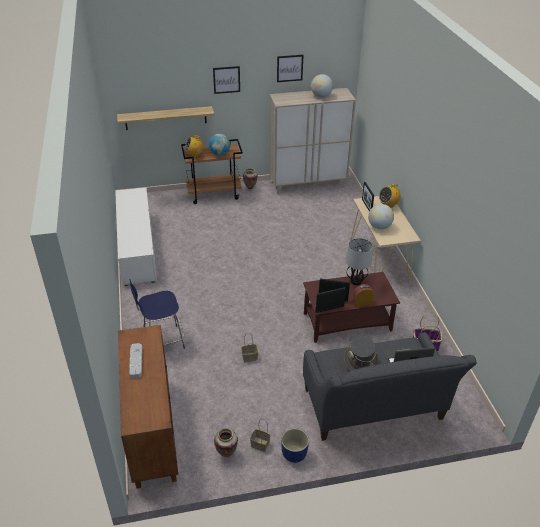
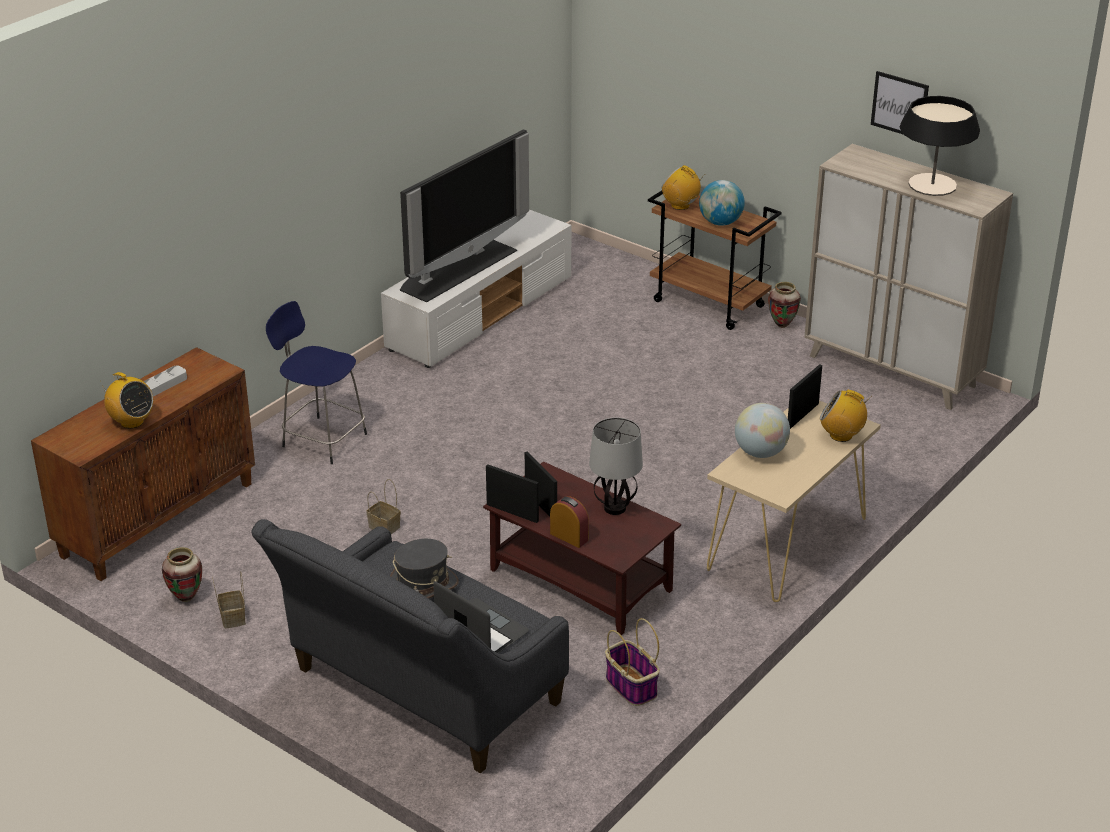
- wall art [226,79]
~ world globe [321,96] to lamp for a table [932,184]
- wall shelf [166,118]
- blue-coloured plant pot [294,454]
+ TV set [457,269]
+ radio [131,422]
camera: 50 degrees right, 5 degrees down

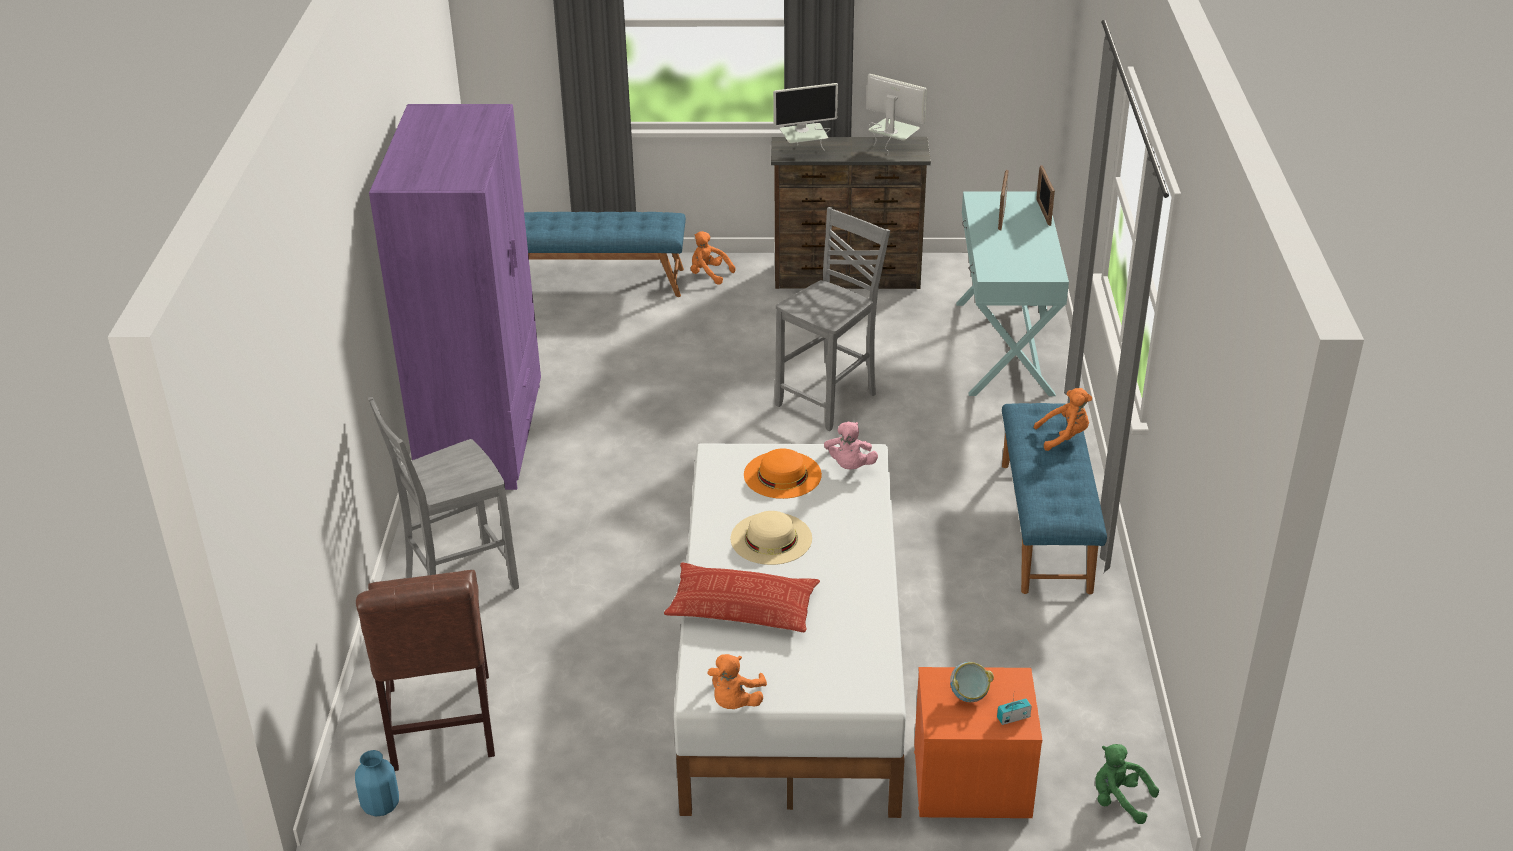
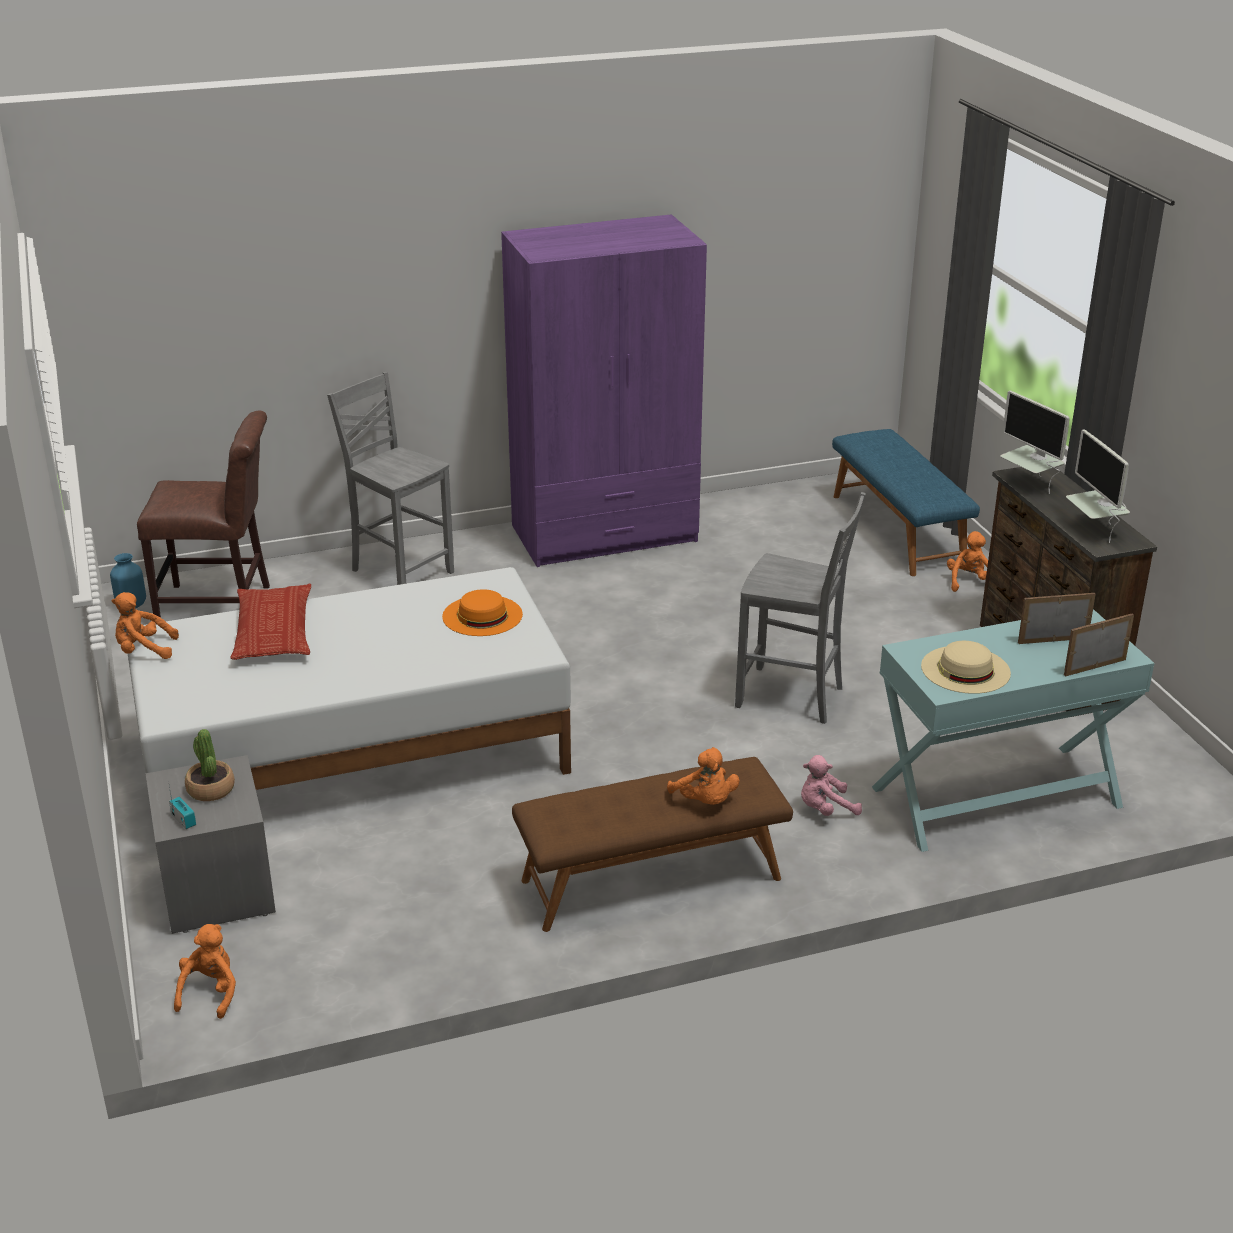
~ monitor [892,150] = [1095,530] 150 degrees clockwise
~ blue-coloured long seat [1046,526] to brownish long seat [651,880]
~ pinkish plush toy [850,466] to [825,809]
~ beige wearable hat [771,538] to [965,669]
~ brownish plain chair [440,728] = [221,607] 150 degrees counterclockwise
~ deep dish [969,696] to potted plant [210,789]
~ orangey nightstand [970,782] to grey nightstand [215,887]
~ green-coloured plush toy [1119,800] to orangey plush toy [210,992]
camera: 70 degrees right, 5 degrees down

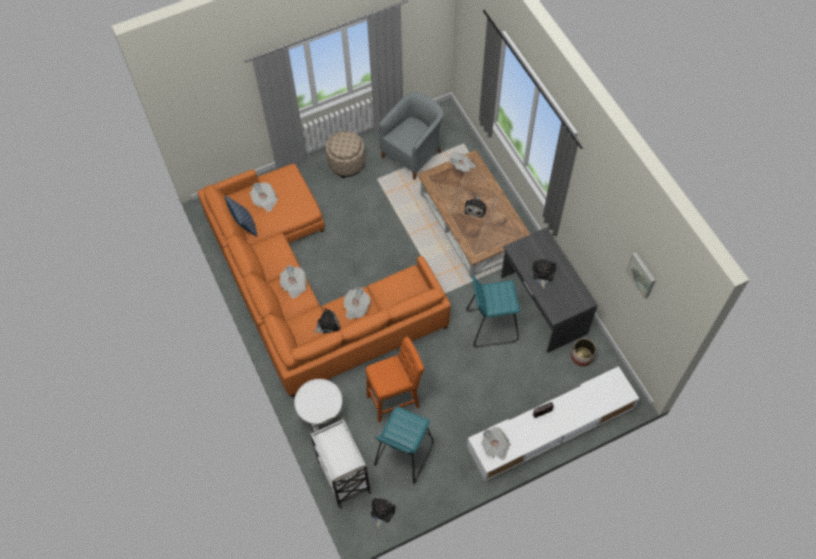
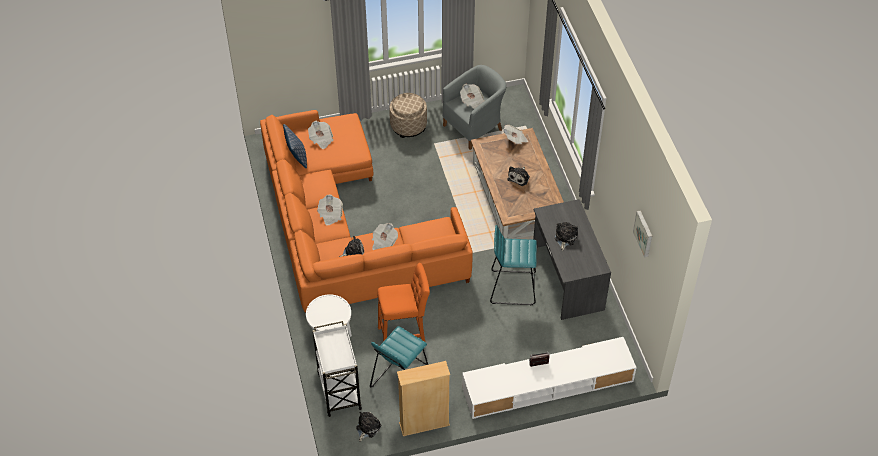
- plant pot [582,356]
~ daily paper [495,446] to [472,101]
+ beige bookshelf [424,424]
camera: 10 degrees right, 10 degrees down

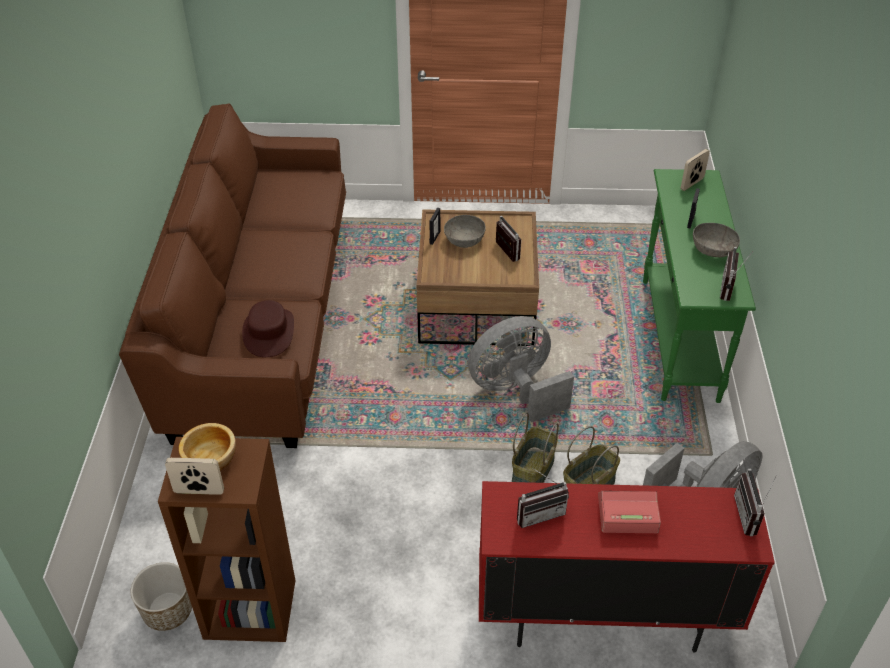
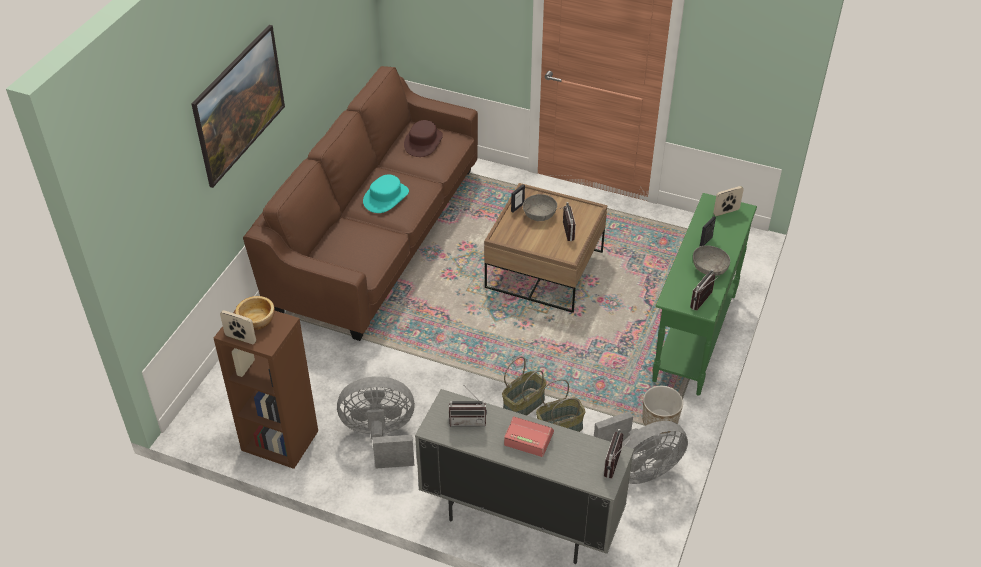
~ brownish wearable hat [269,332] to [423,142]
~ grey electric fan [516,391] to [381,437]
~ reddish cupboard [602,617] to grey cupboard [520,520]
~ plant pot [168,611] to [659,421]
+ wall art [243,125]
+ blue-green wearable hat [386,197]
camera: 20 degrees right, 0 degrees up

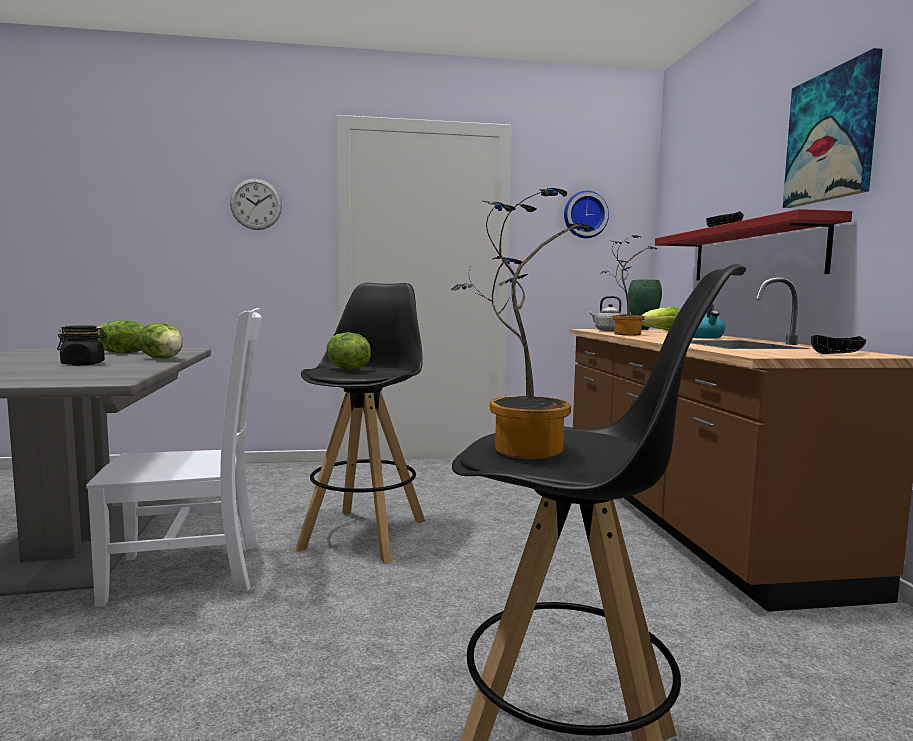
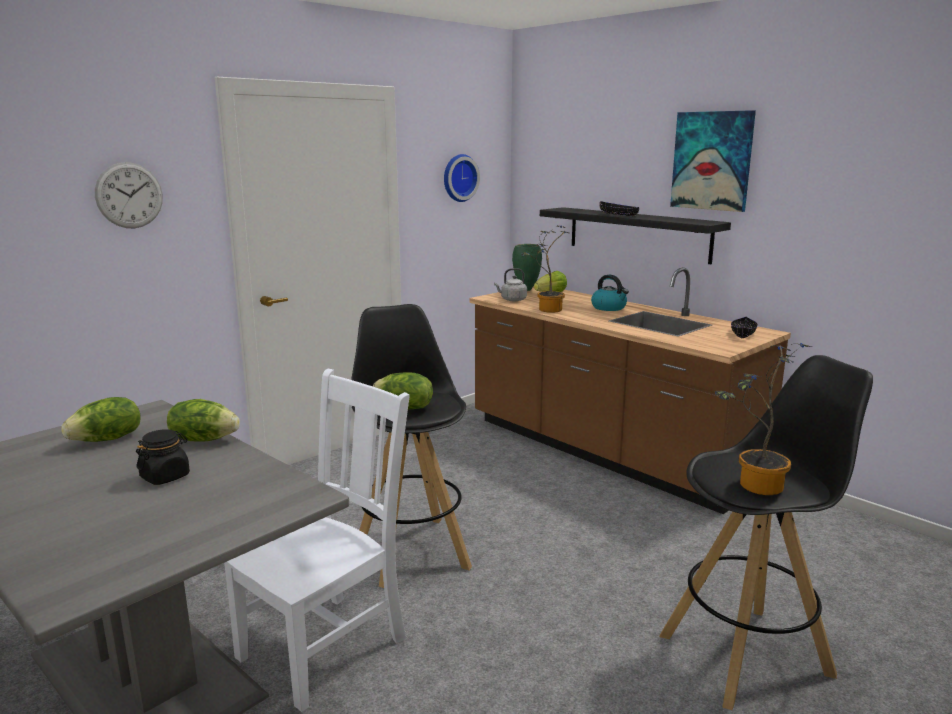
~ reddish wall shelf [754,252] to blackish wall shelf [637,234]
camera: 35 degrees left, 10 degrees up

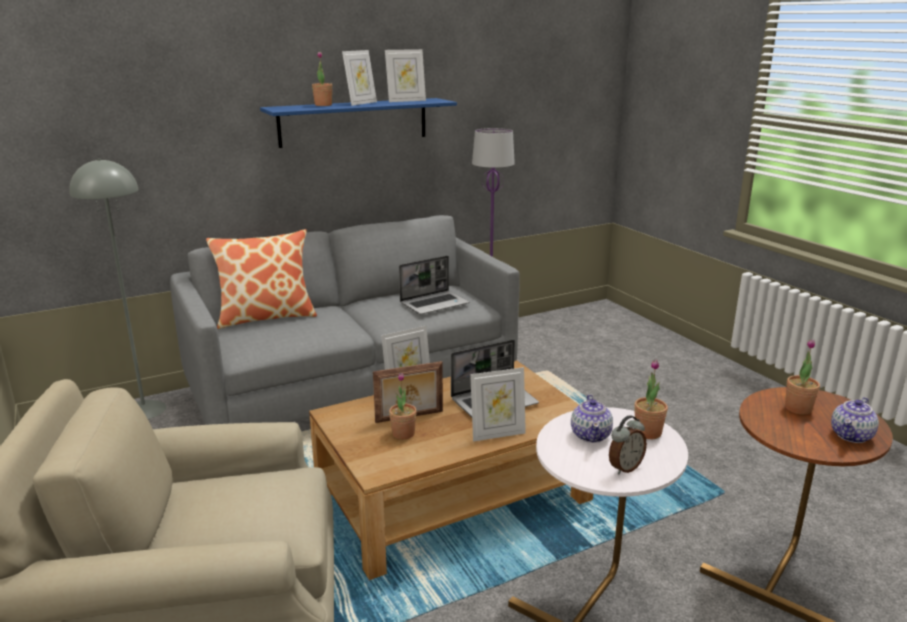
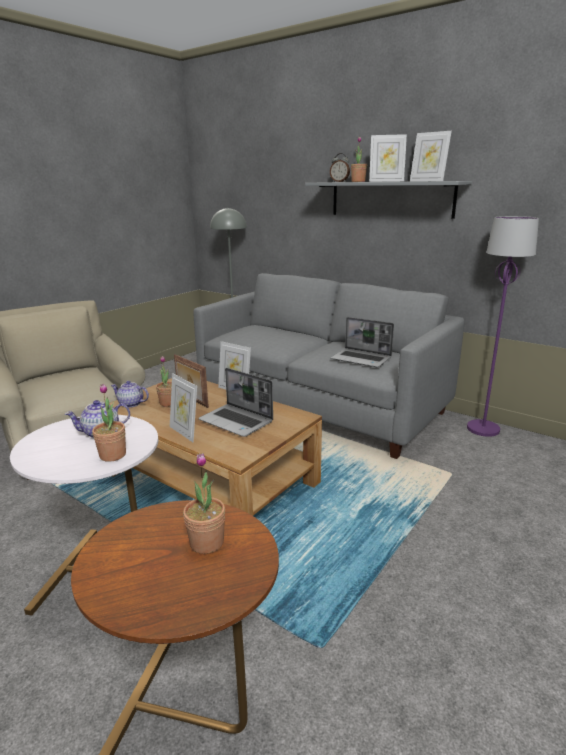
~ blue-coloured wall shelf [354,122] to grey wall shelf [390,199]
- pillow [266,317]
~ pot for tea [851,436] to [130,404]
~ alarm clock [624,467] to [339,182]
camera: 65 degrees right, 0 degrees up

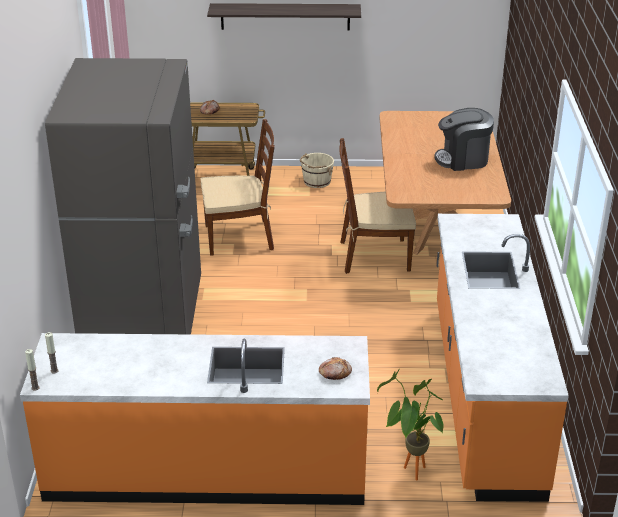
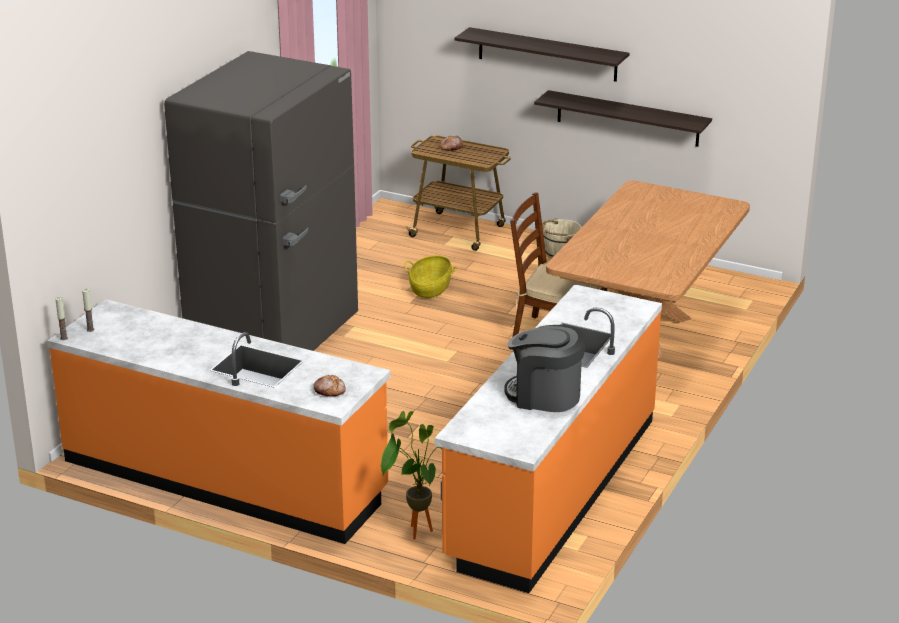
~ coffee machine [463,159] to [544,395]
~ brownish plain chair [240,237] to storage basket [430,288]
+ wall shelf [627,118]
camera: 25 degrees right, 5 degrees down

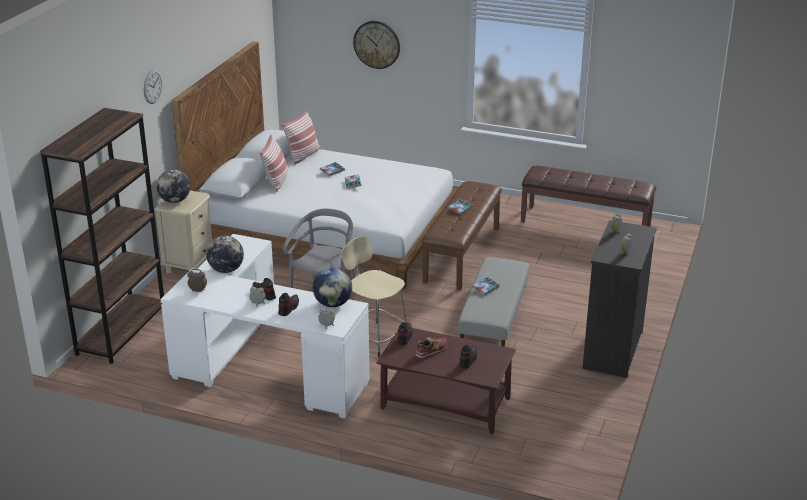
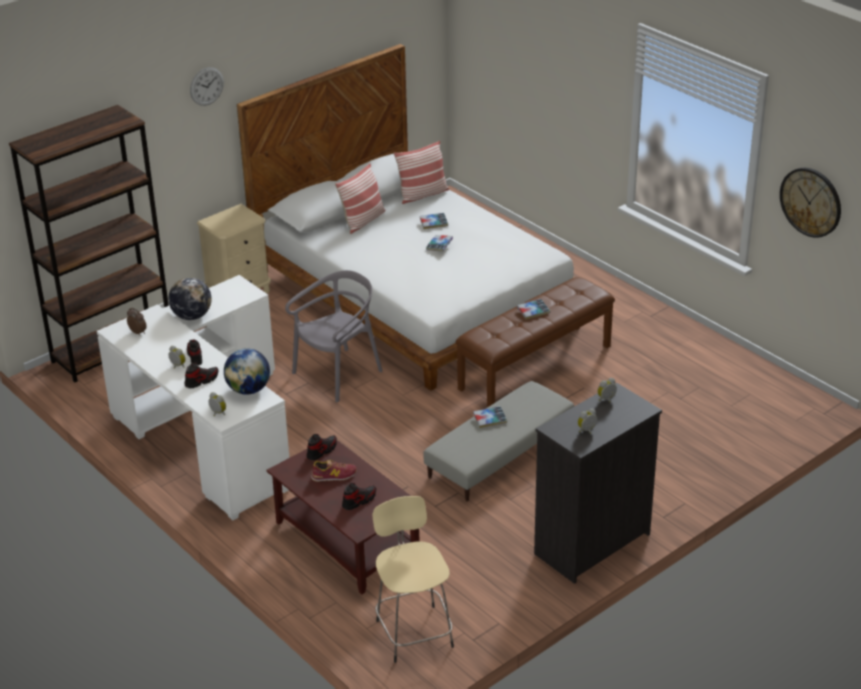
~ clock on the wall [377,44] to [811,202]
- brownish long seat [585,224]
- world globe [175,201]
~ beige stool seat [376,338] to [413,631]
camera: 30 degrees right, 5 degrees up

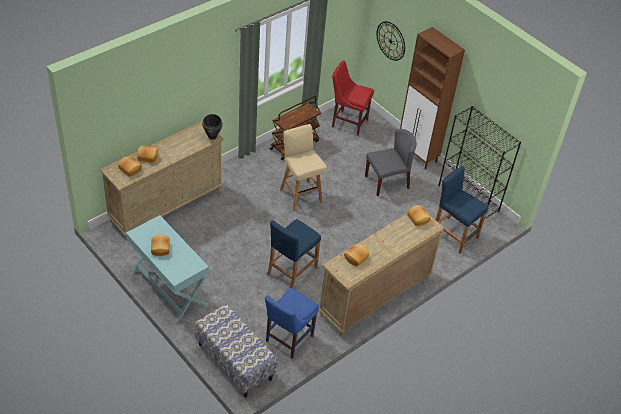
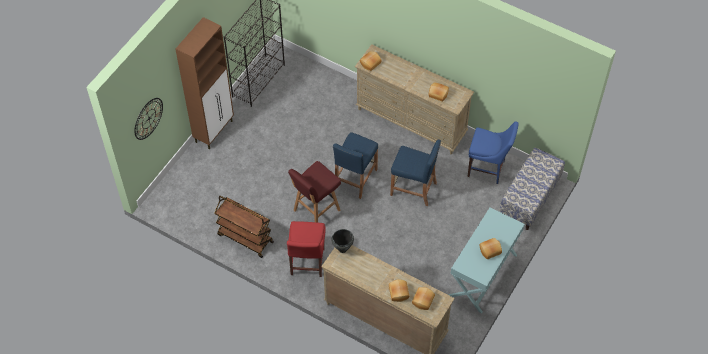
~ reddish plain chair [348,122] to [307,263]
~ beige stool seat [300,195] to reddish stool seat [315,211]
- grey plain chair [387,182]
~ blue-coloured stool seat [454,234] to [355,178]
camera: 105 degrees left, 10 degrees up

